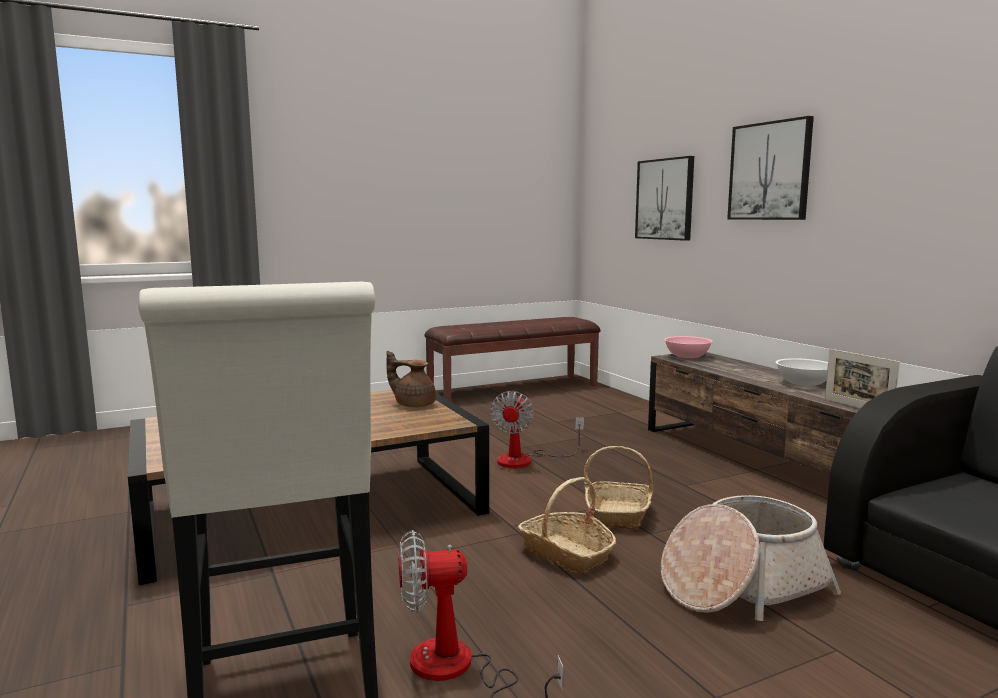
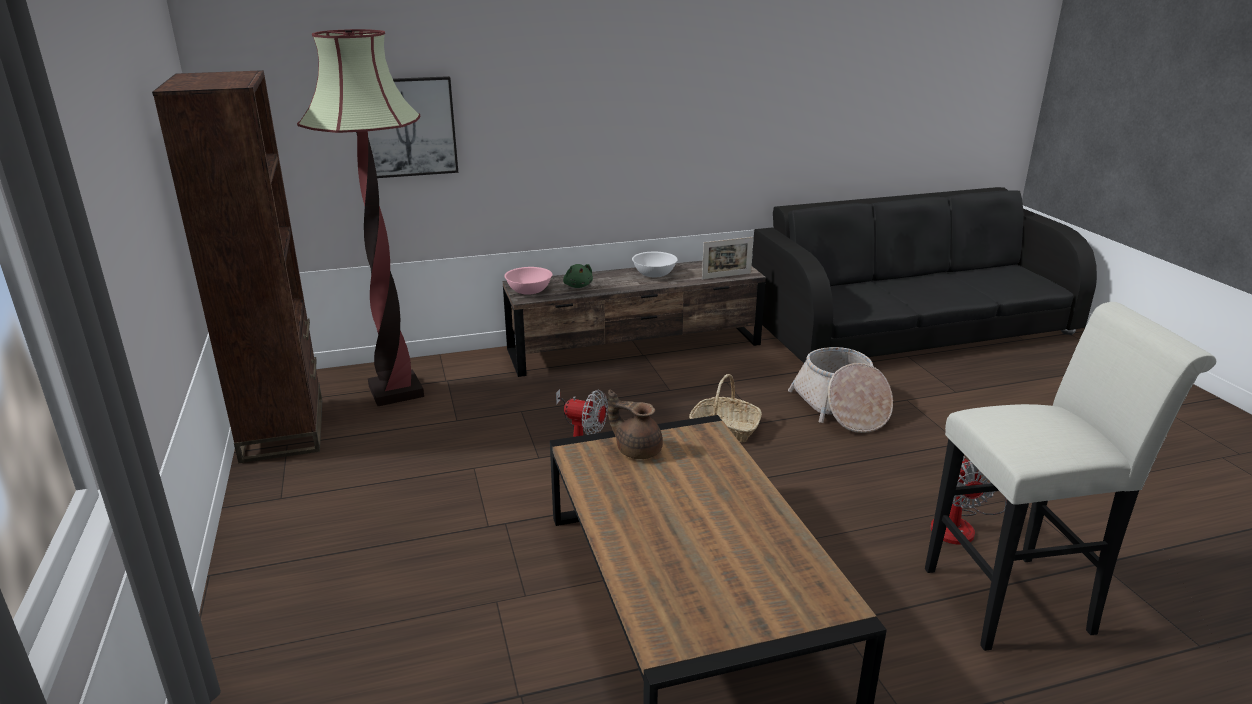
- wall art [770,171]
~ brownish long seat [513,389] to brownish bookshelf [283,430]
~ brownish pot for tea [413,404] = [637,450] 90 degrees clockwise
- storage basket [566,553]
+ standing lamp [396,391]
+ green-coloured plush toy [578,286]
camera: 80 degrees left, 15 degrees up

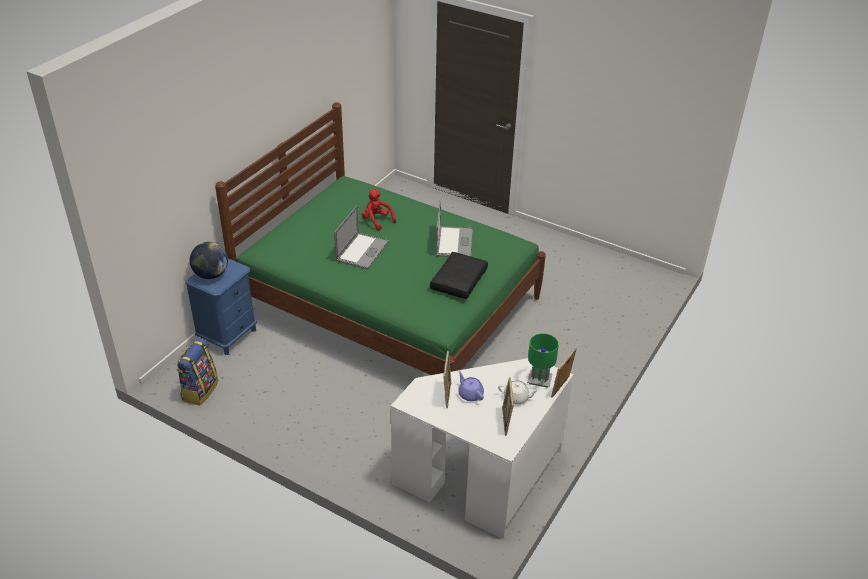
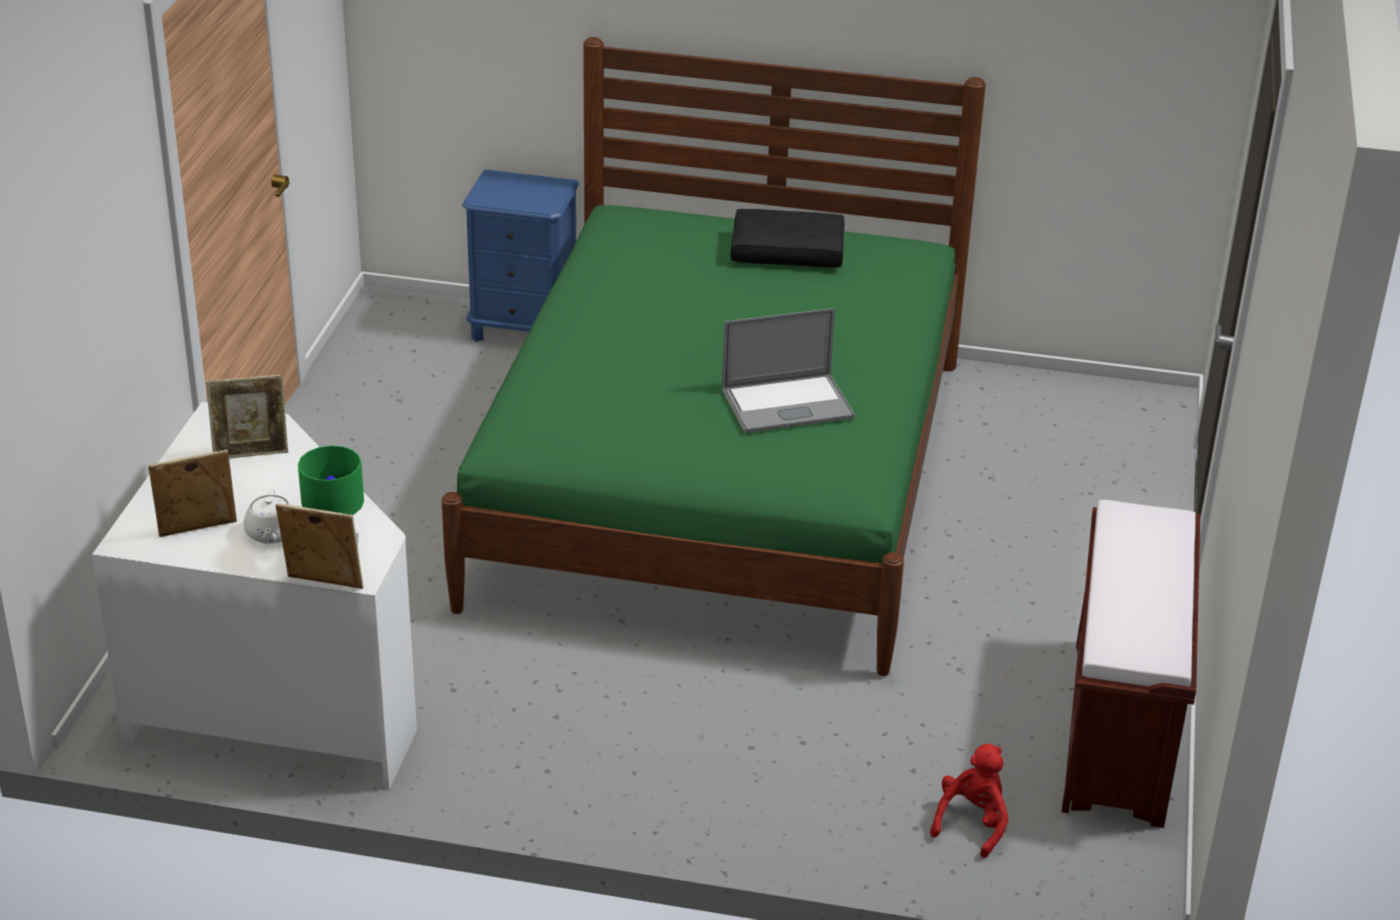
~ reddish plush toy [377,220] to [972,823]
- laptop [362,251]
- world globe [211,275]
~ blackish pillow [458,280] to [788,251]
- knapsack [199,390]
- purple-coloured pot for tea [470,394]
+ brownish long seat [1119,732]
camera: 70 degrees right, 5 degrees down

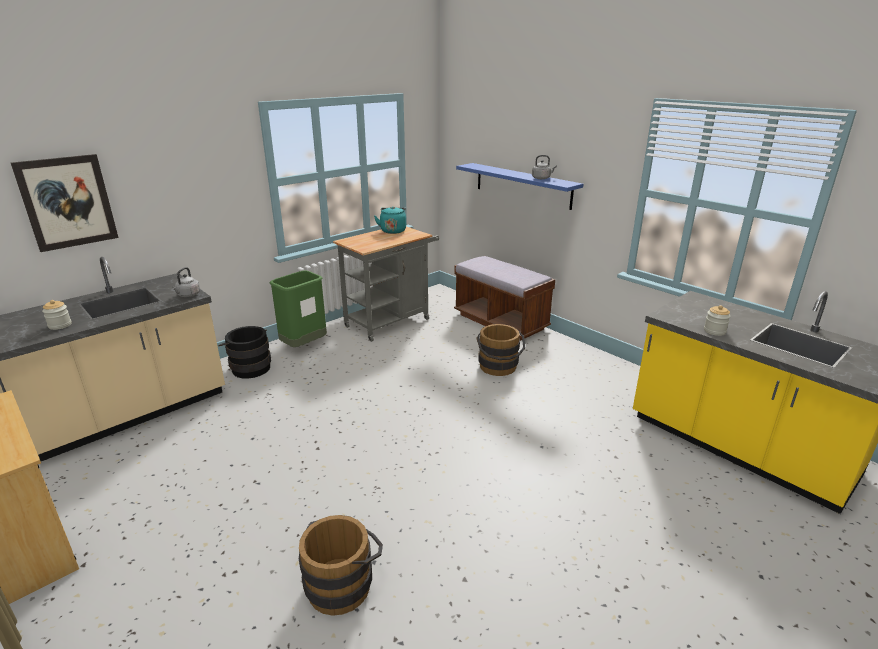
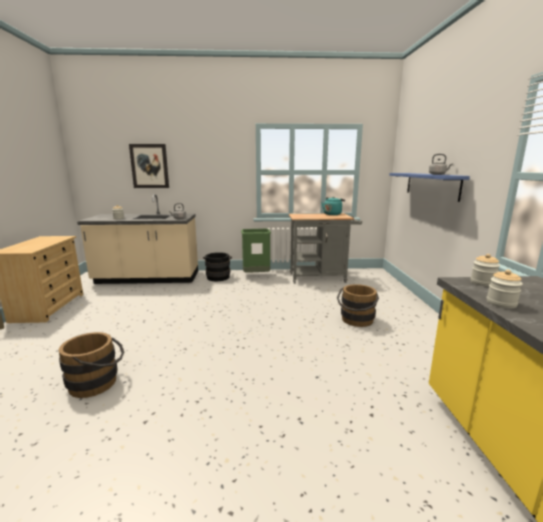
- brownish long seat [500,322]
+ storage jar [482,283]
camera: 40 degrees right, 10 degrees down

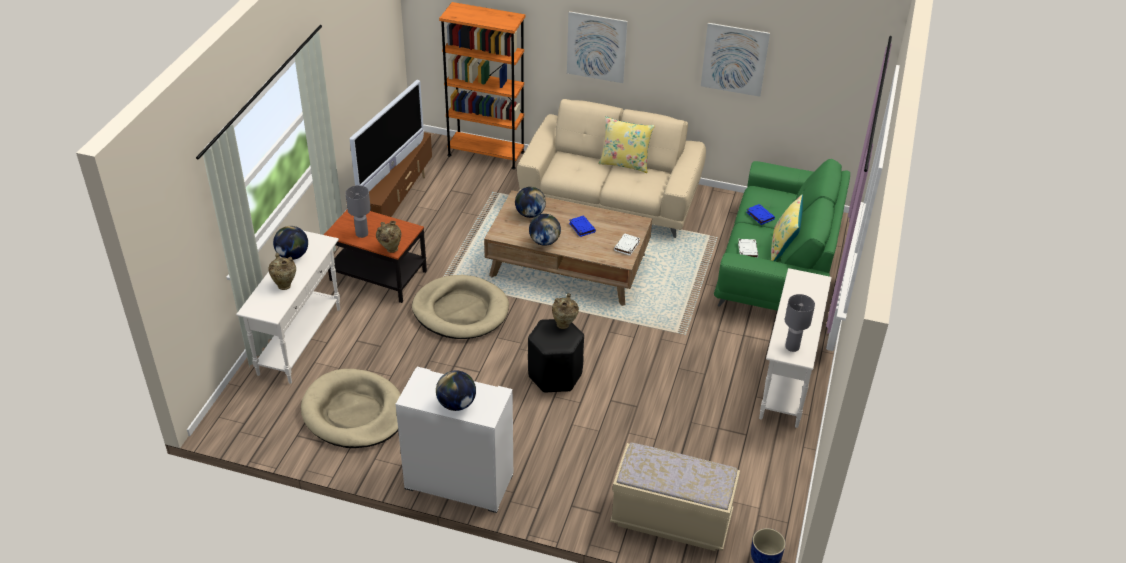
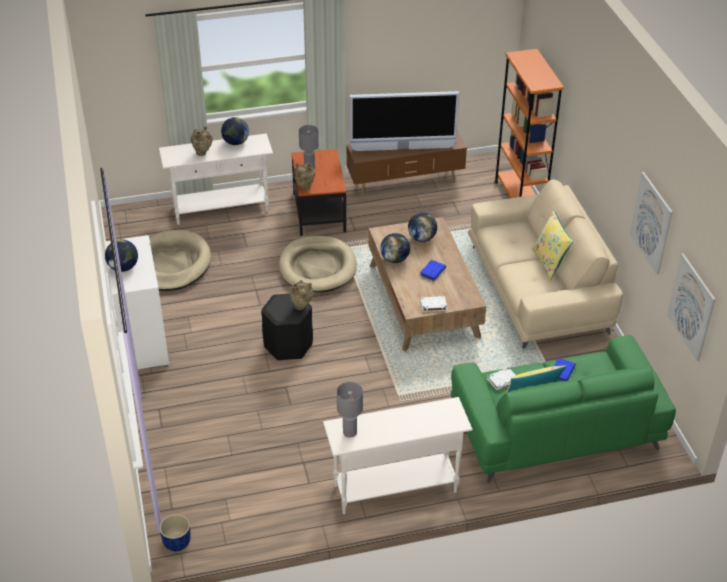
~ wall art [596,47] to [691,307]
- beige long seat [671,520]
camera: 60 degrees right, 0 degrees up

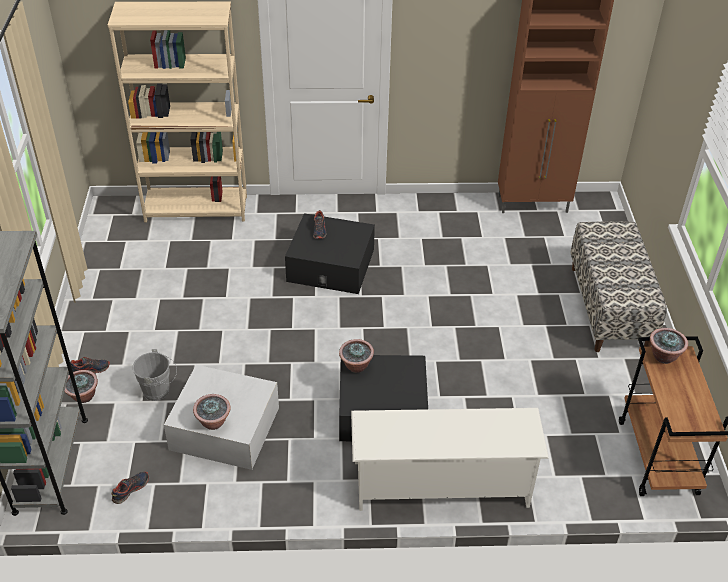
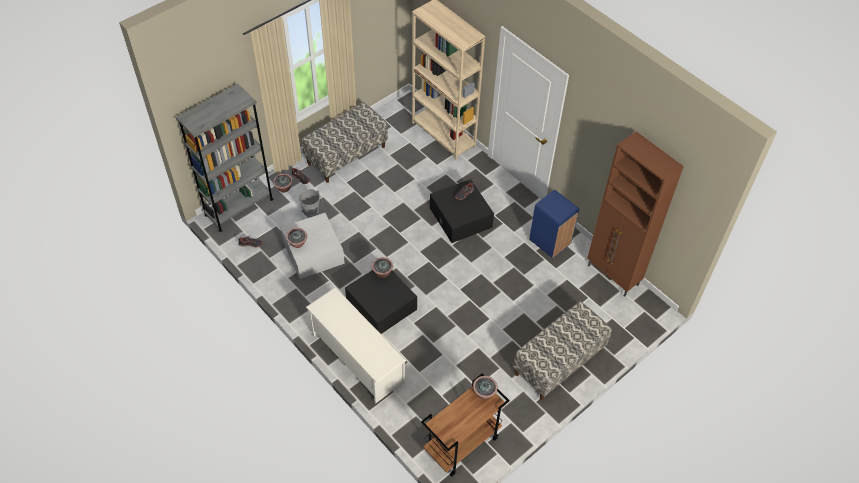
+ long seat [346,155]
+ blue-coloured waste bin [550,242]
camera: 50 degrees right, 10 degrees up

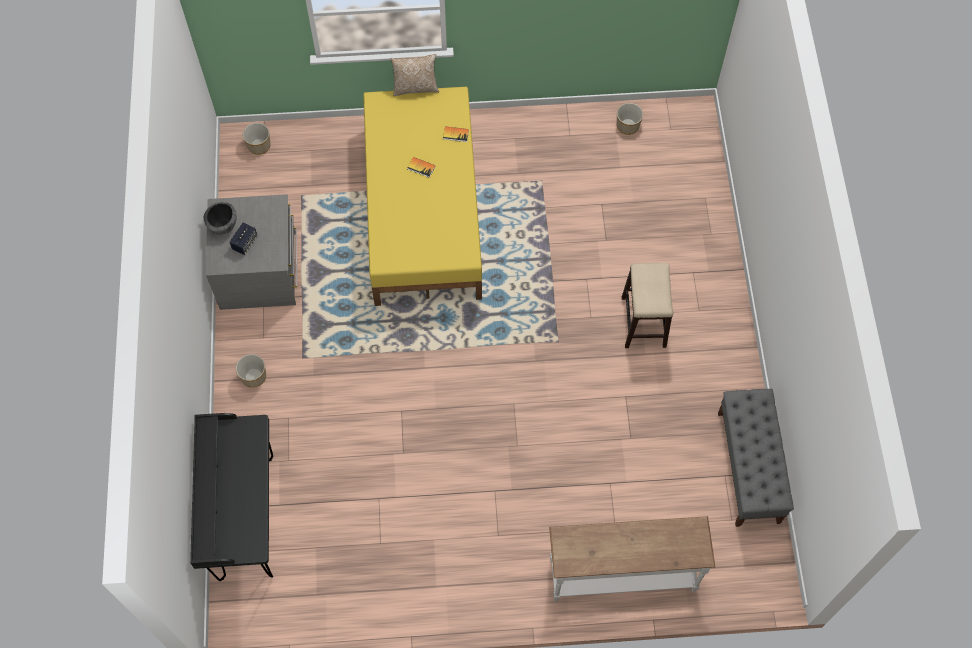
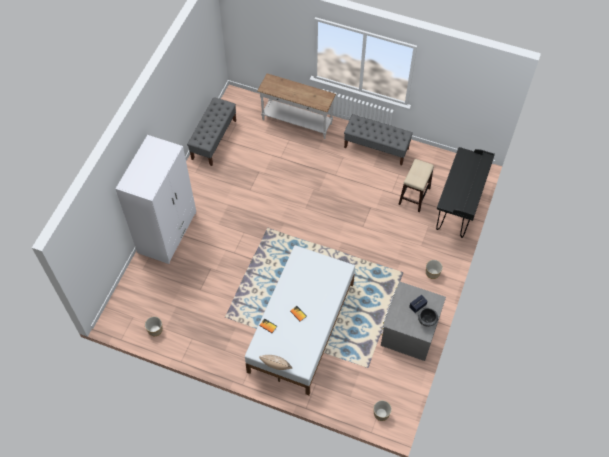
~ yellow bedroom bed [424,211] to white bedroom bed [300,327]
~ stool seat [643,322] to [414,196]
+ grey long seat [376,148]
+ white clothes cupboard [168,232]
camera: 155 degrees left, 5 degrees down

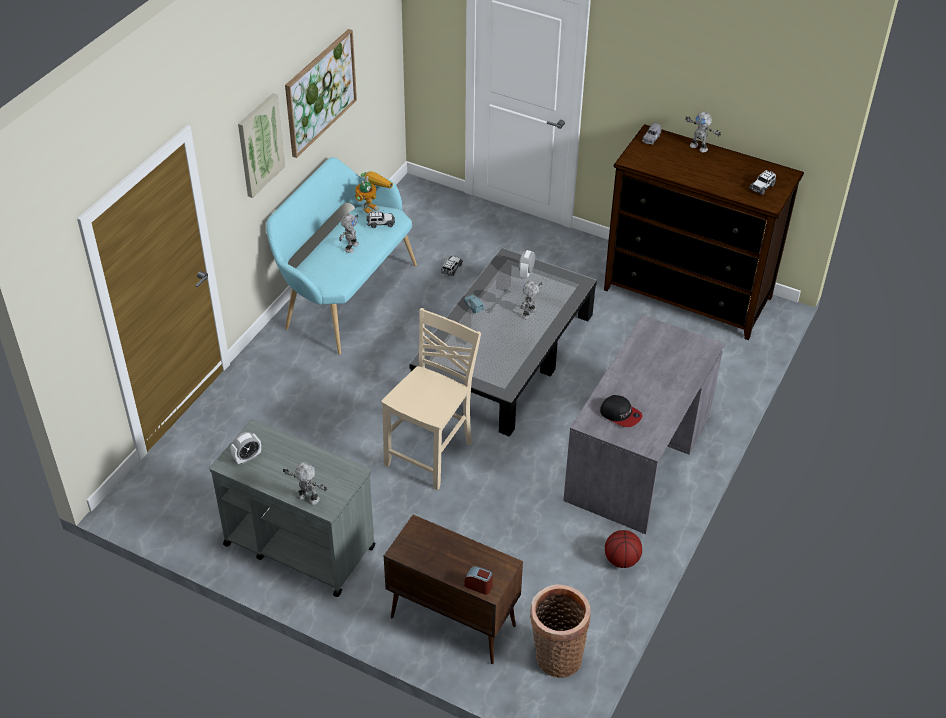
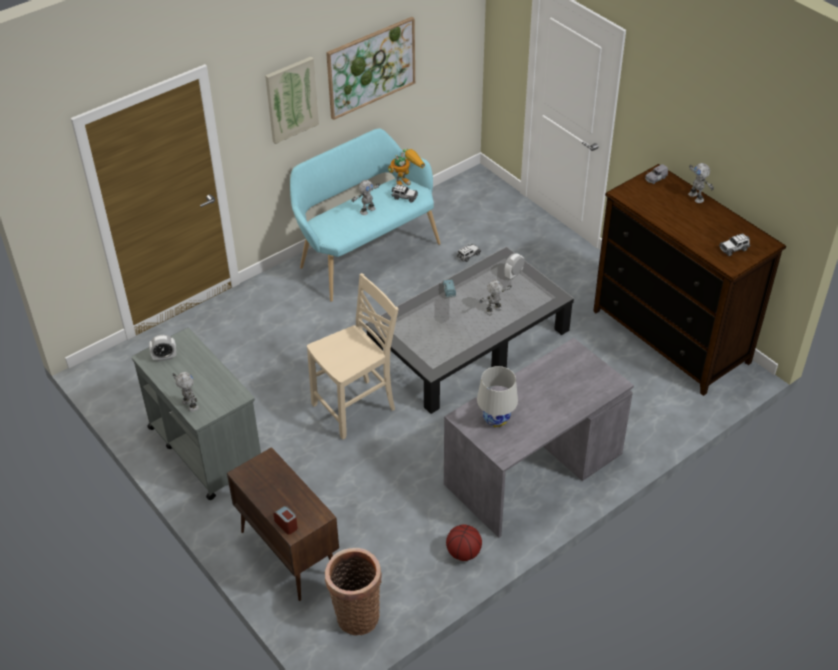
~ peaked cap [620,414] to white lamp for a table [496,419]
camera: 25 degrees right, 0 degrees up

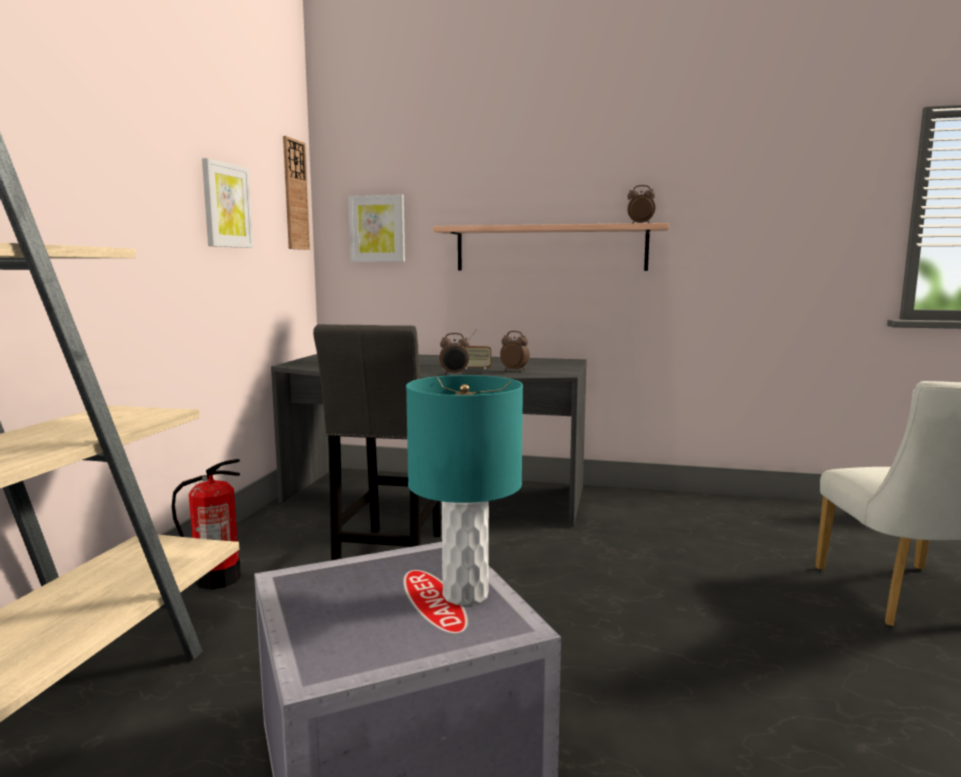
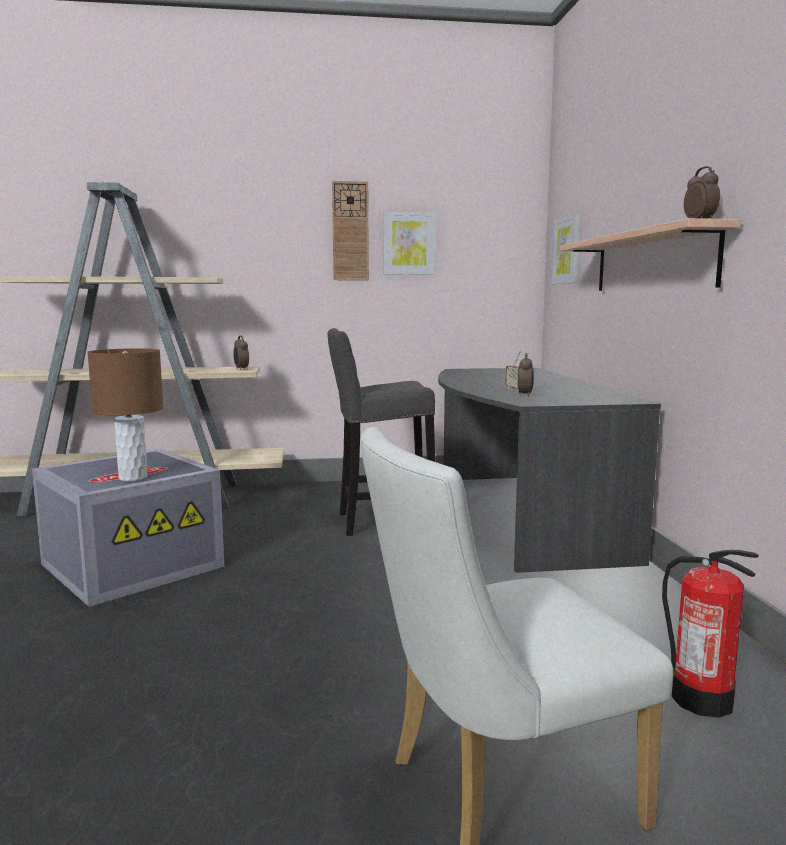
~ clock on the wall [295,195] to [350,231]
~ alarm clock [454,374] to [241,369]
~ blue-green lamp for a table [466,595] to brownish lamp for a table [132,478]
~ extinguisher [217,579] to [701,699]
camera: 70 degrees right, 0 degrees up

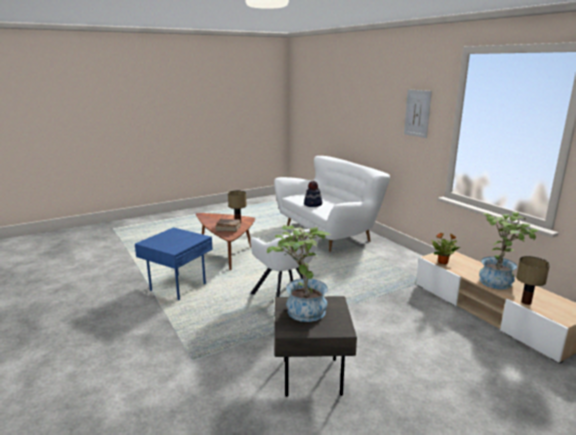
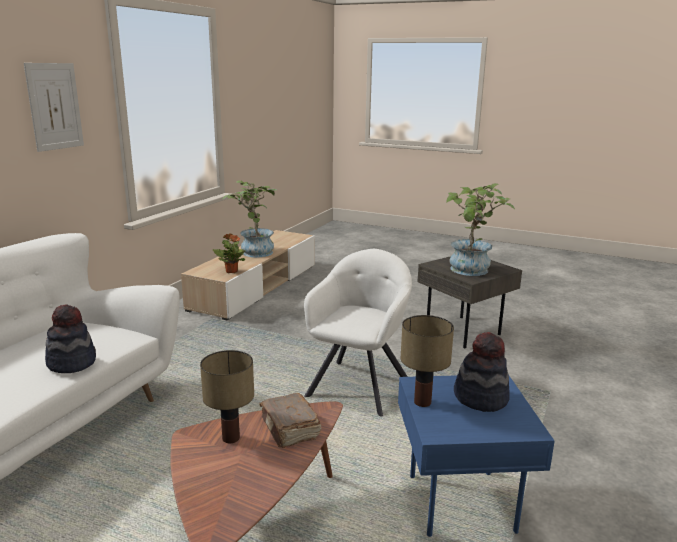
~ lamp for a table [526,302] to [423,402]
+ wearable hat [480,398]
camera: 125 degrees left, 0 degrees up

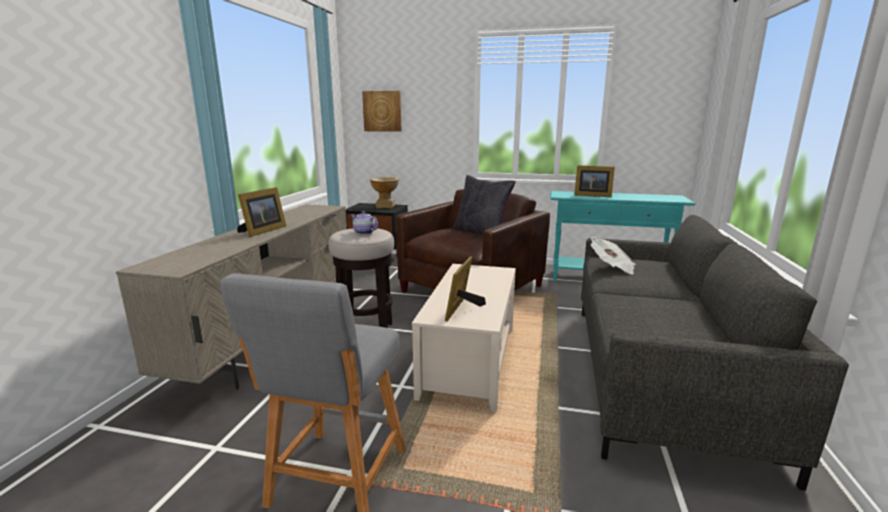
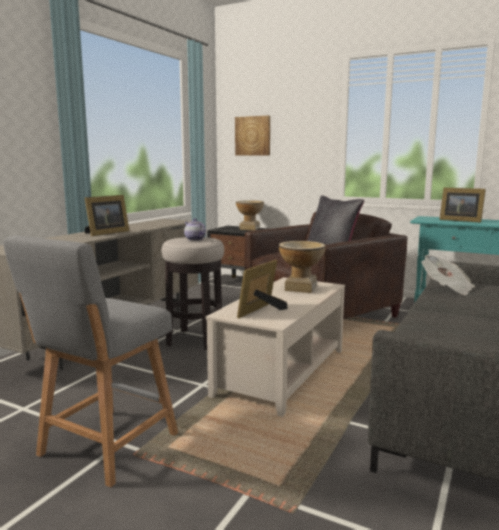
+ vase [301,288]
camera: 15 degrees right, 5 degrees down

